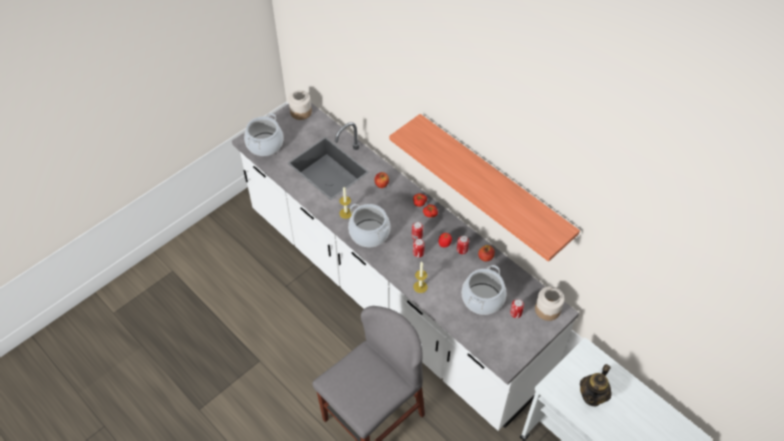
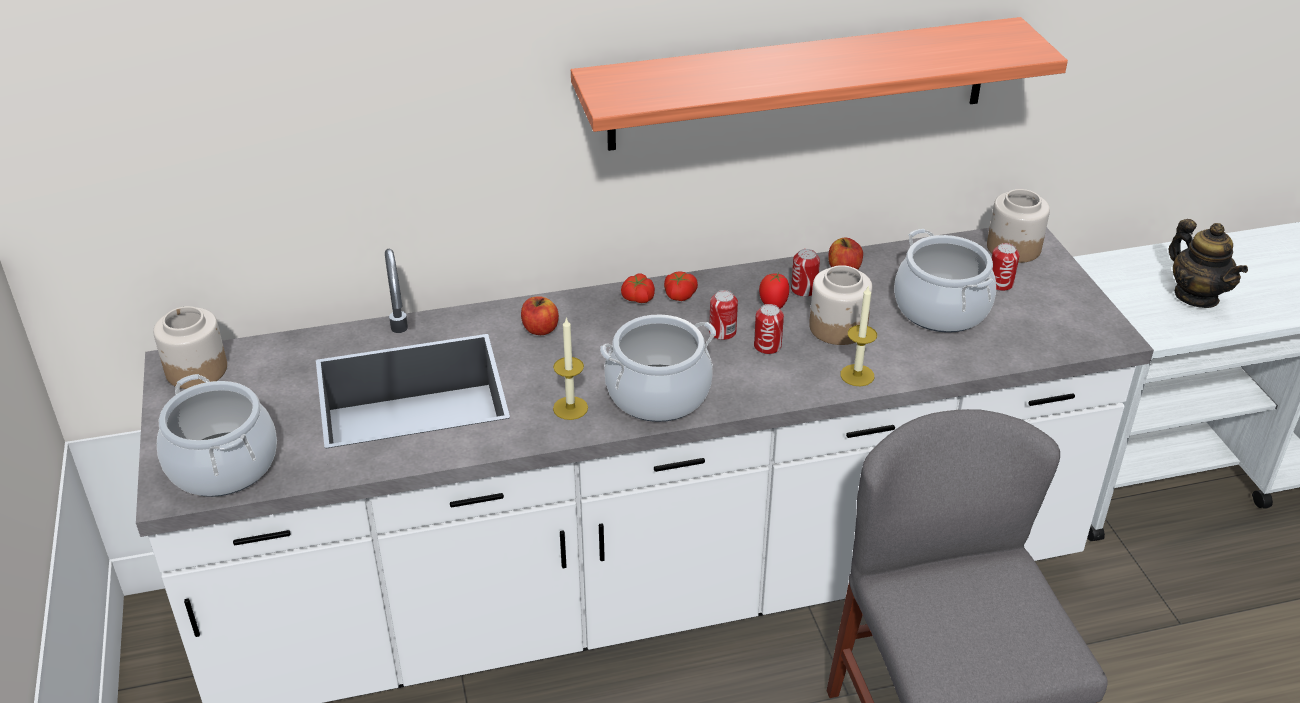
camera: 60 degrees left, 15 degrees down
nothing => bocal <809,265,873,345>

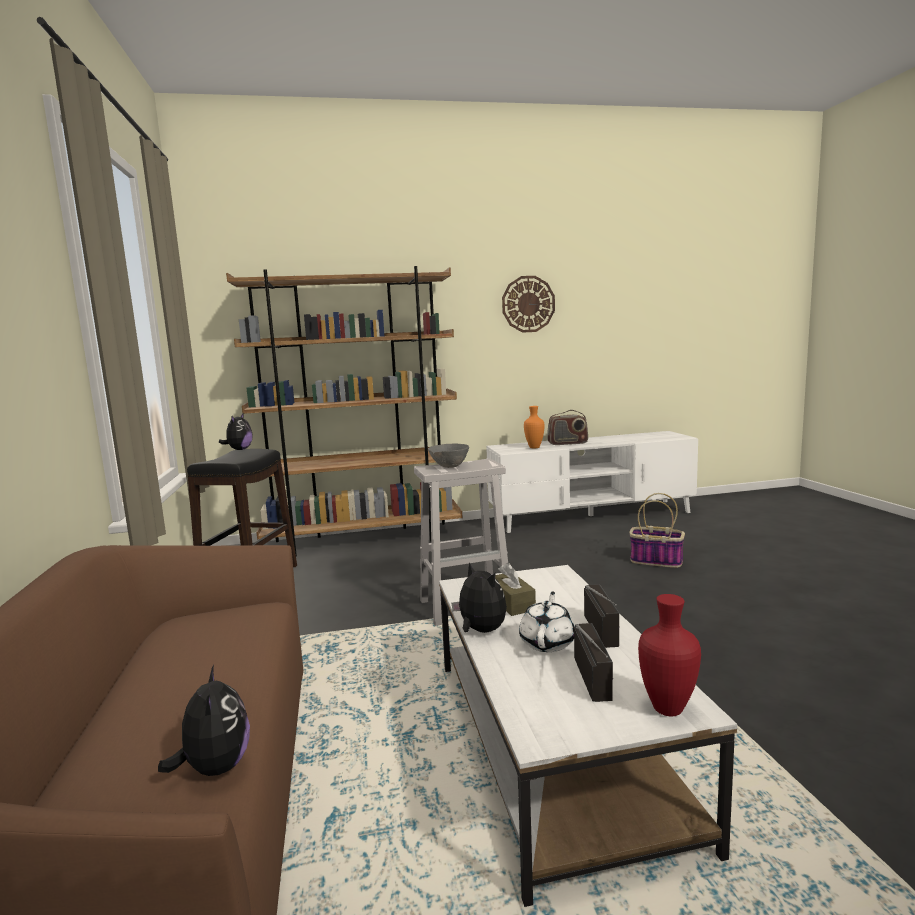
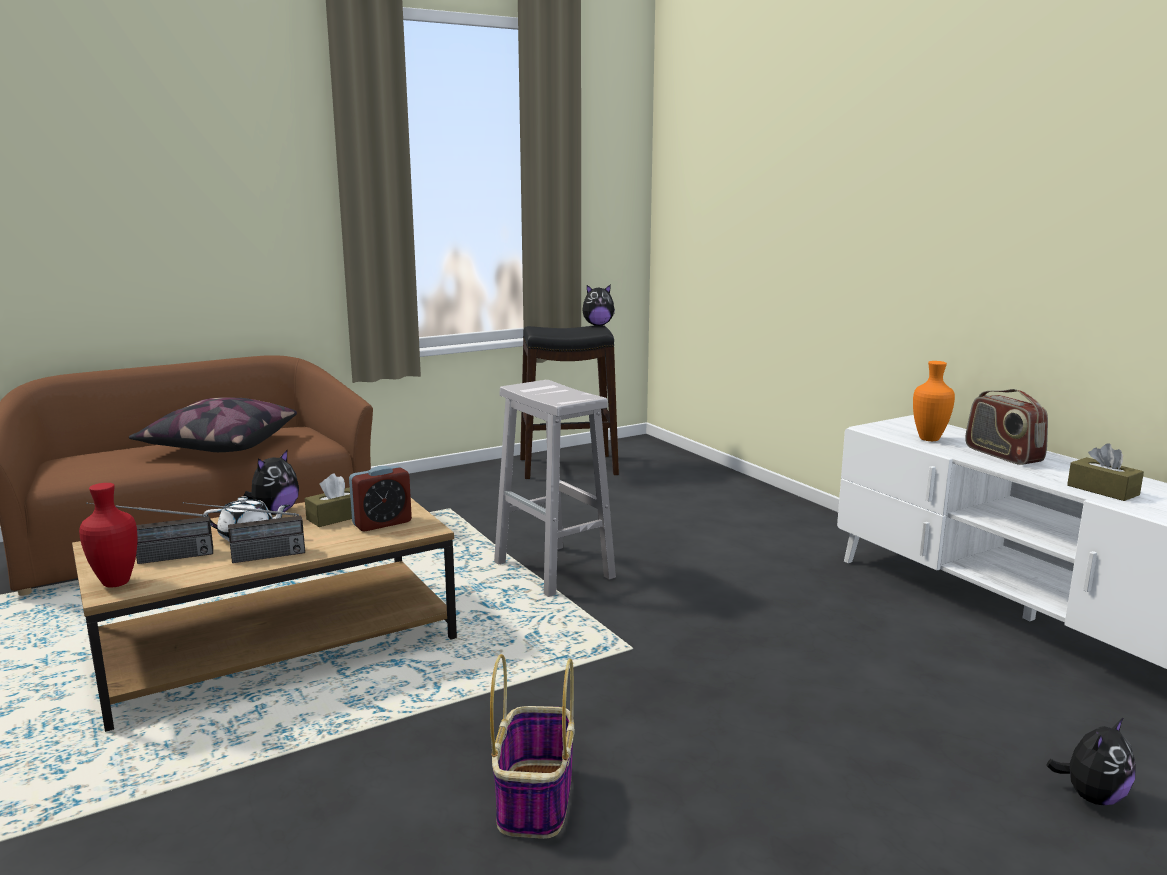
camera: 70 degrees right, 5 degrees up
bibliothèque [marron] <226,266,462,556> => nothing
horloge murale <502,276,555,333> => nothing
bol [gris] <428,444,469,468> => nothing
panier <629,493,685,568> => panier <490,654,575,839>, relocated
table basse [blanc] <439,565,737,907> => table basse [marron] <72,498,457,732>
peluche <158,665,250,776> => peluche <1046,717,1136,805>, relocated
nothing => coussin <129,397,297,452>
nothing => boîte à mouchoirs [marron] <1067,444,1144,501>
nothing => réveil <349,466,412,532>

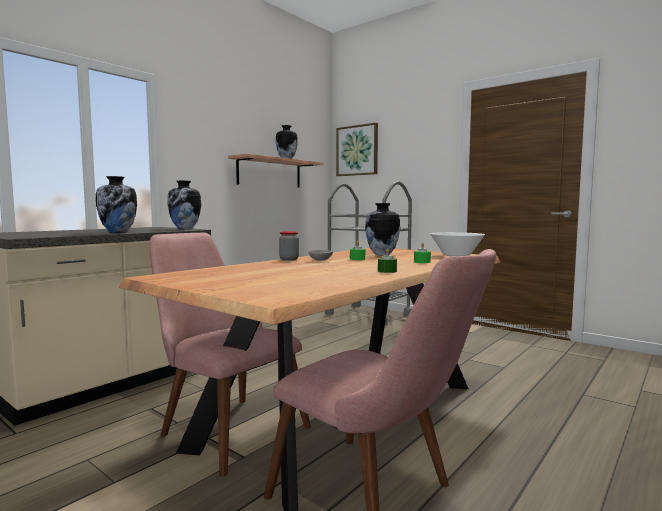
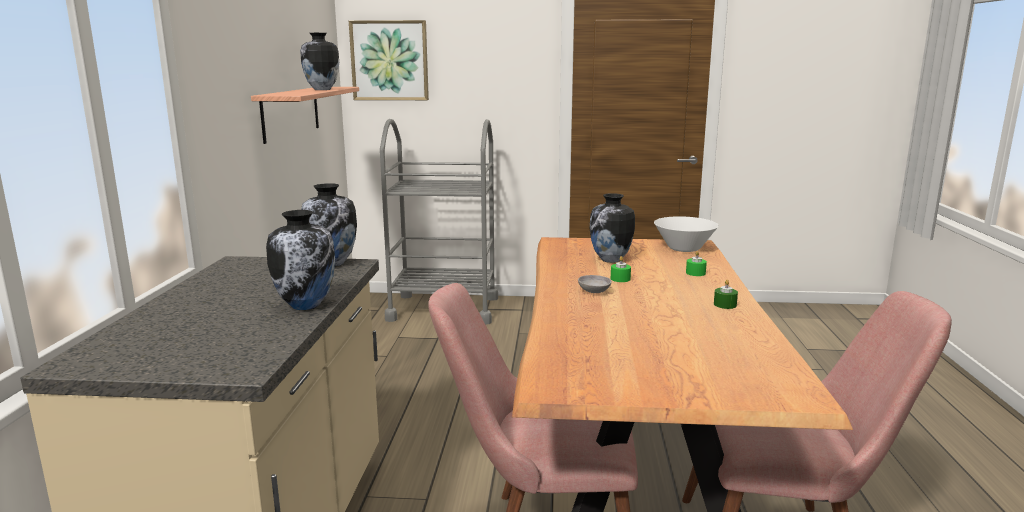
camera: 35 degrees left, 10 degrees up
bocal <279,231,299,261> => nothing

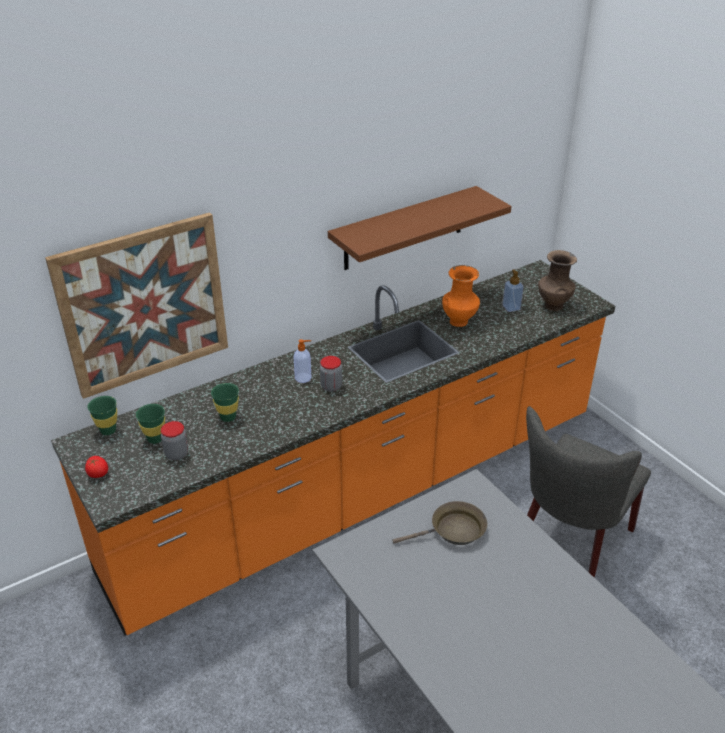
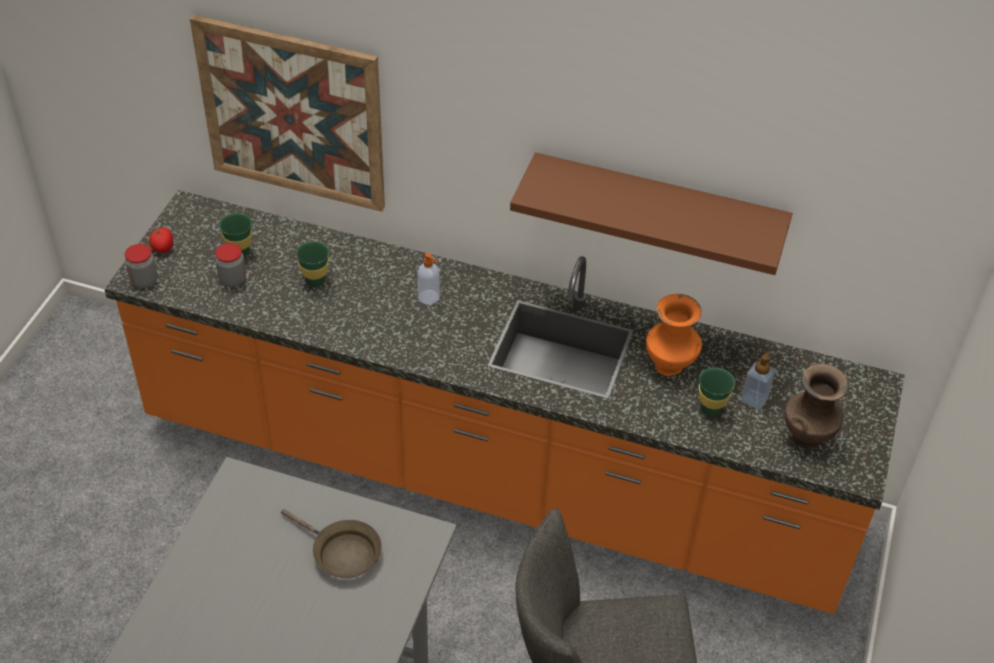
camera: 50 degrees right, 10 degrees up
bocal <320,356,342,392> => bocal <125,244,158,288>, relocated
tasse [vert] <88,396,117,435> => tasse [vert] <699,367,735,416>, relocated

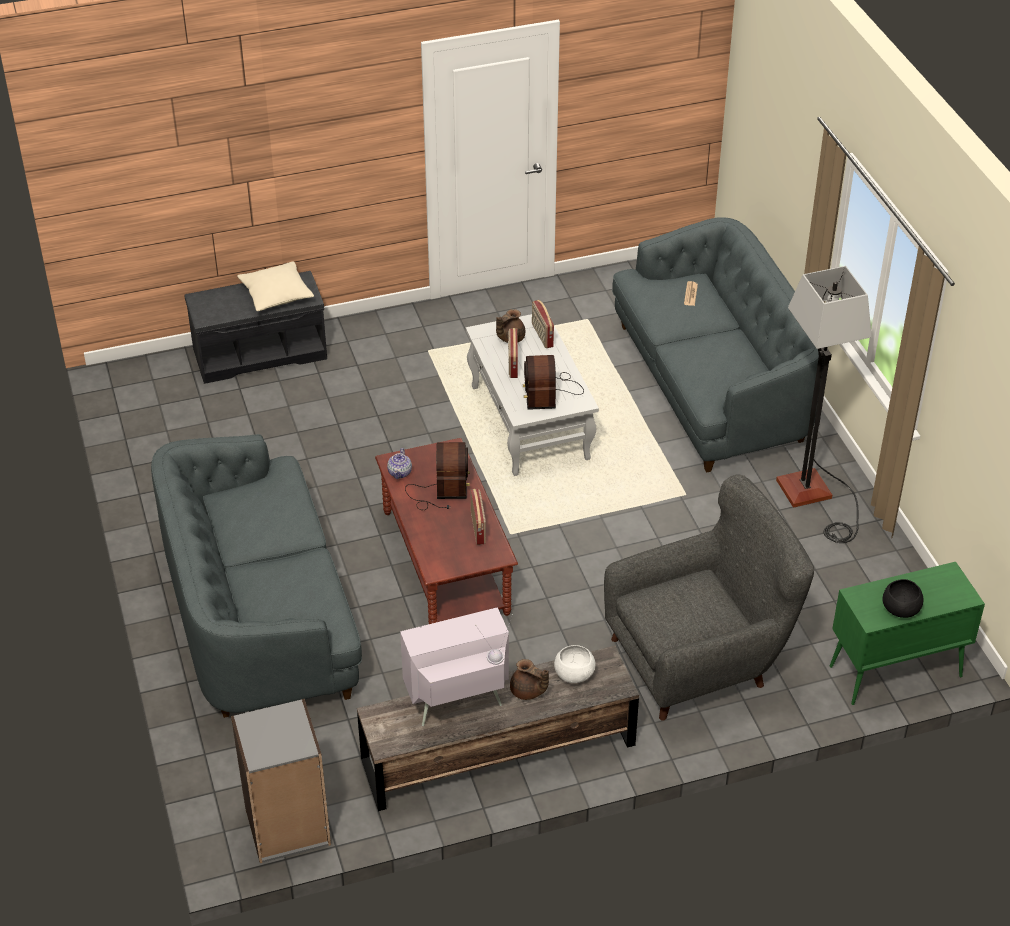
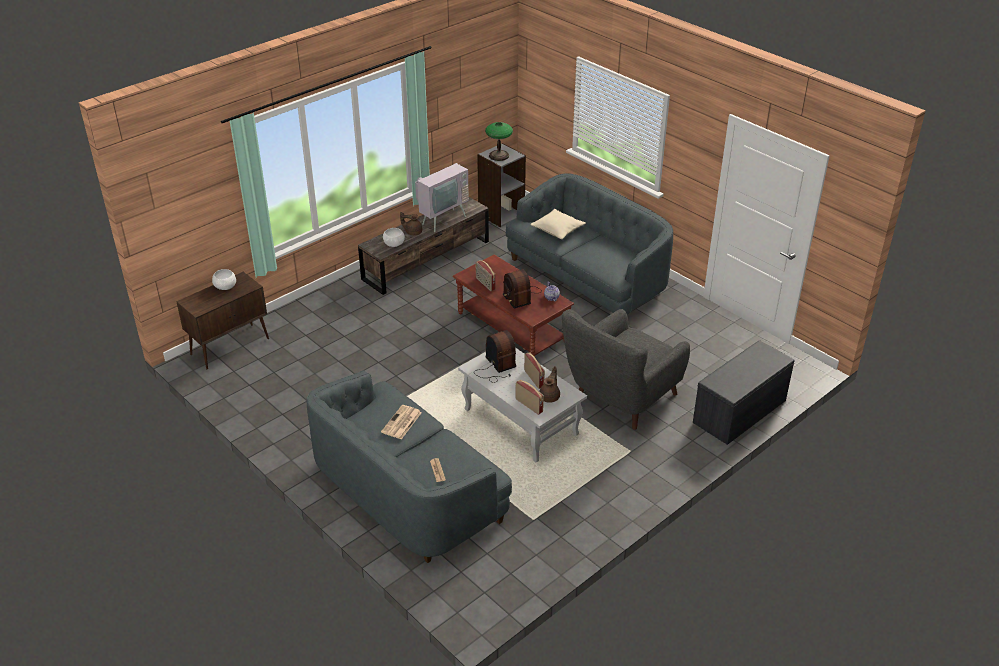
camera: 155 degrees right, 5 degrees down
coussin [beige] <237,261,314,311> => coussin [beige] <530,209,586,239>, relocated
lampadaire <776,266,872,543> => nothing
fauteuil [gris] <604,474,814,721> => fauteuil [gris] <562,309,690,430>, relocated
meuble de rangement [vert] <829,562,985,705> => meuble de rangement [marron] <176,272,269,369>
bol [noir] <883,579,924,618> => bol [blanc] <212,269,236,290>
nothing => lampe de table <485,122,513,161>
nothing => journal <381,405,422,439>

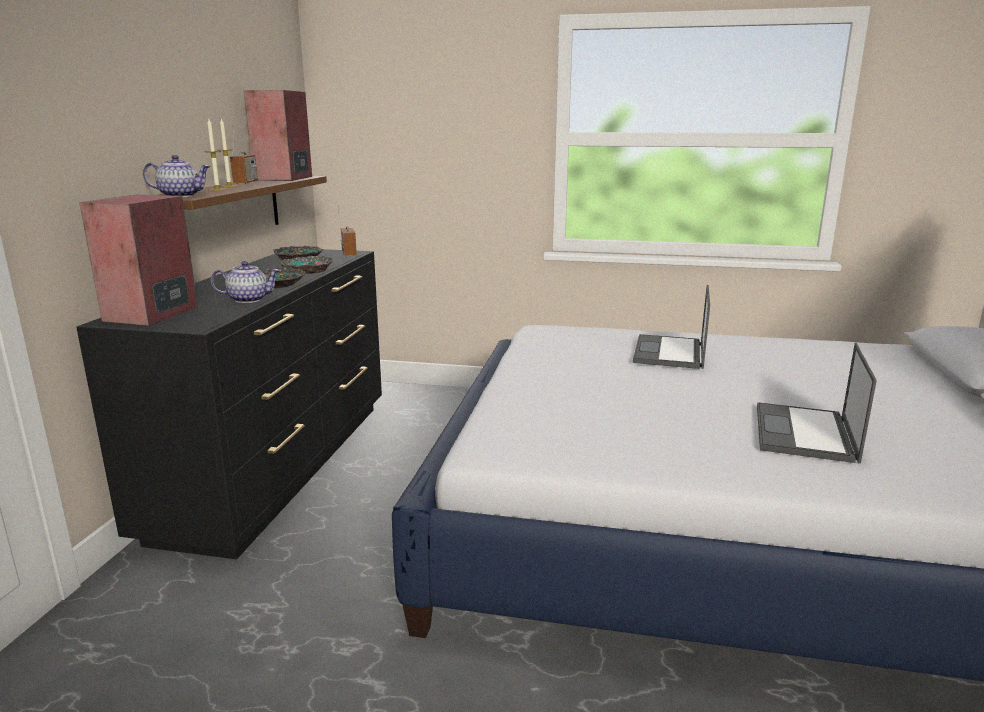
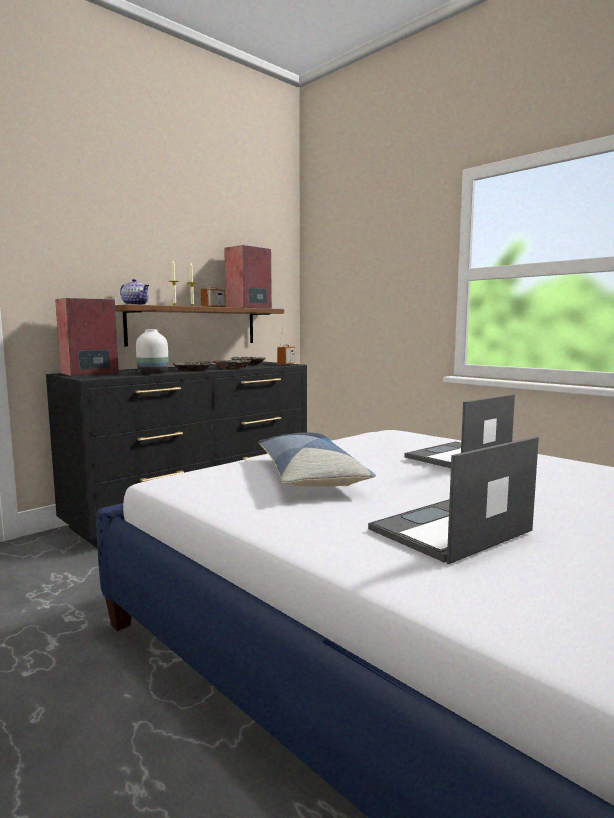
camera: 35 degrees right, 10 degrees down
théière <211,261,280,303> => vase [blanc] <136,329,169,374>
nothing => coussin <259,432,376,487>

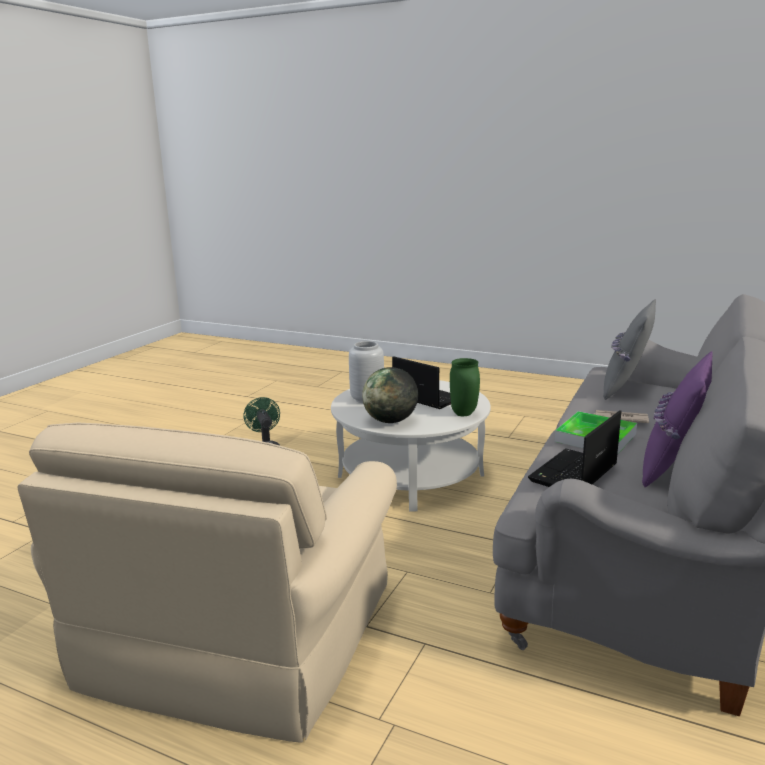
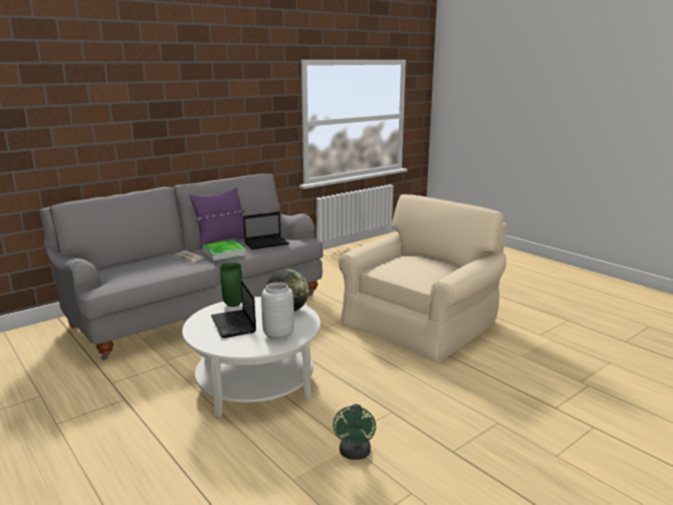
camera: 155 degrees left, 0 degrees up
coussin [gris] <603,299,656,400> => nothing

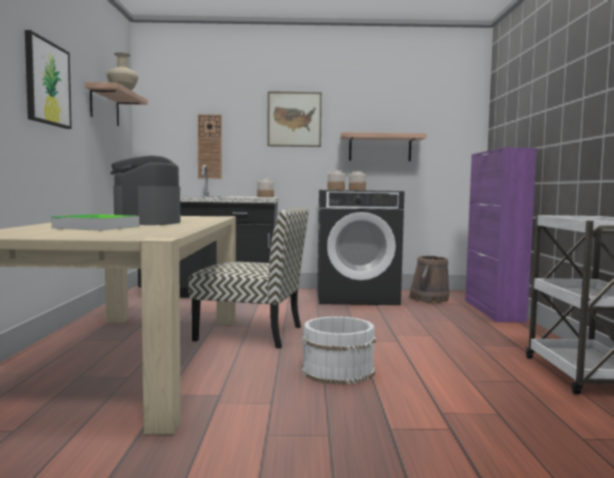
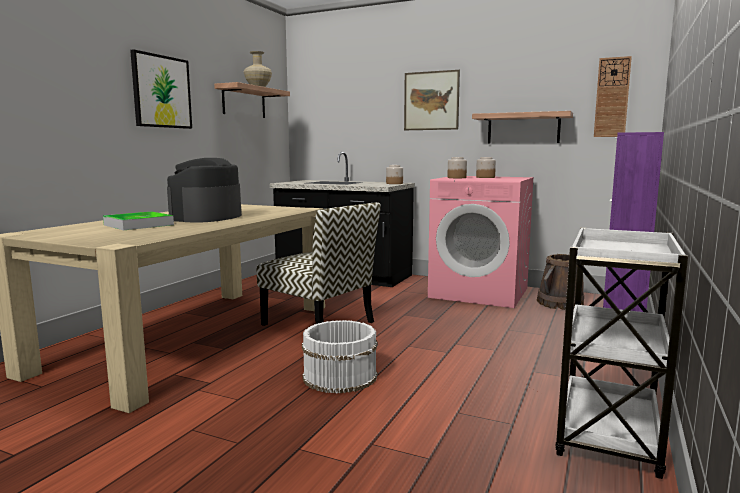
camera: 25 degrees right, 5 degrees up
horloge murale <198,114,222,179> => horloge murale <594,56,632,137>, relocated
lave-linge [noir] <317,190,404,305> => lave-linge [rose] <428,176,534,308>

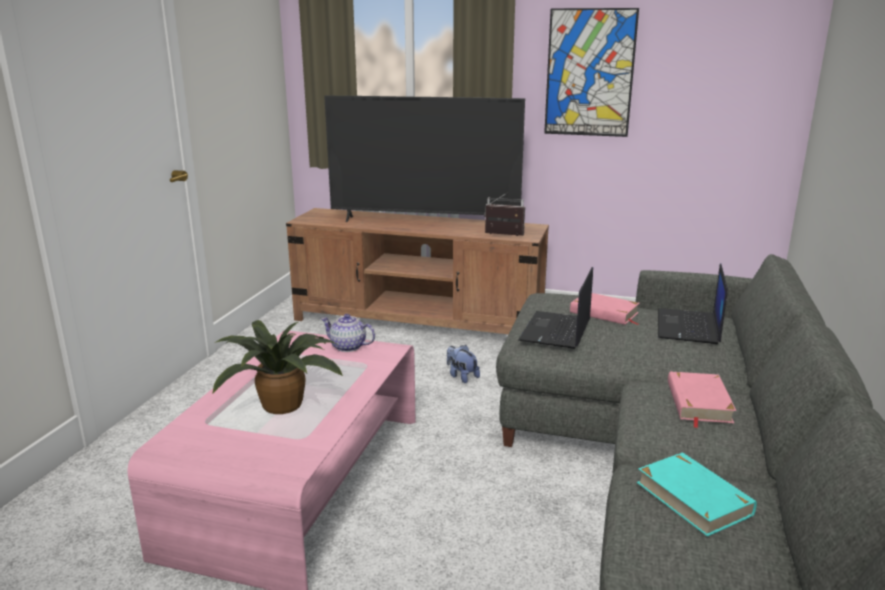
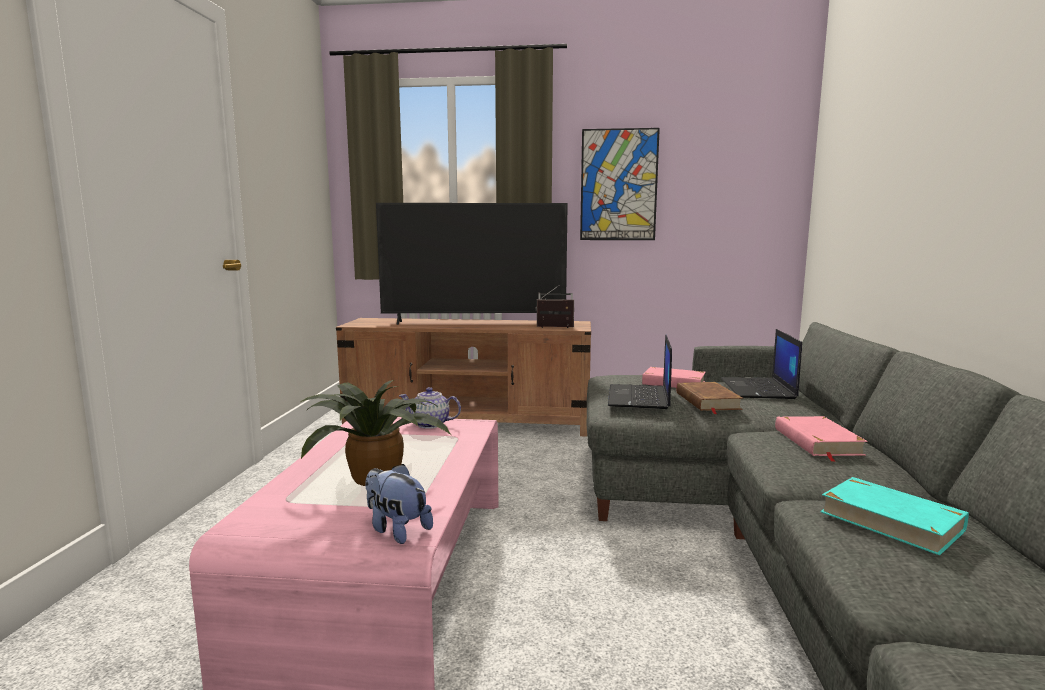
camera: 10 degrees left, 10 degrees down
peluche <447,345,480,383> => peluche <365,464,433,544>, relocated
nothing => livre [marron] <677,382,743,414>

